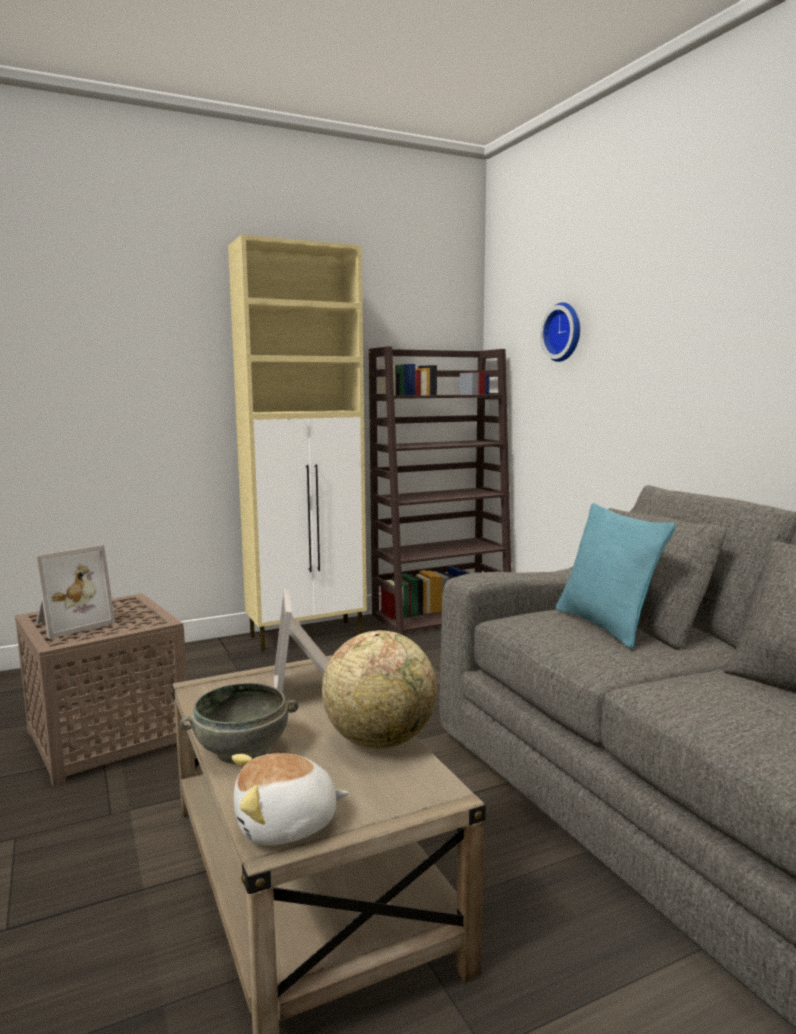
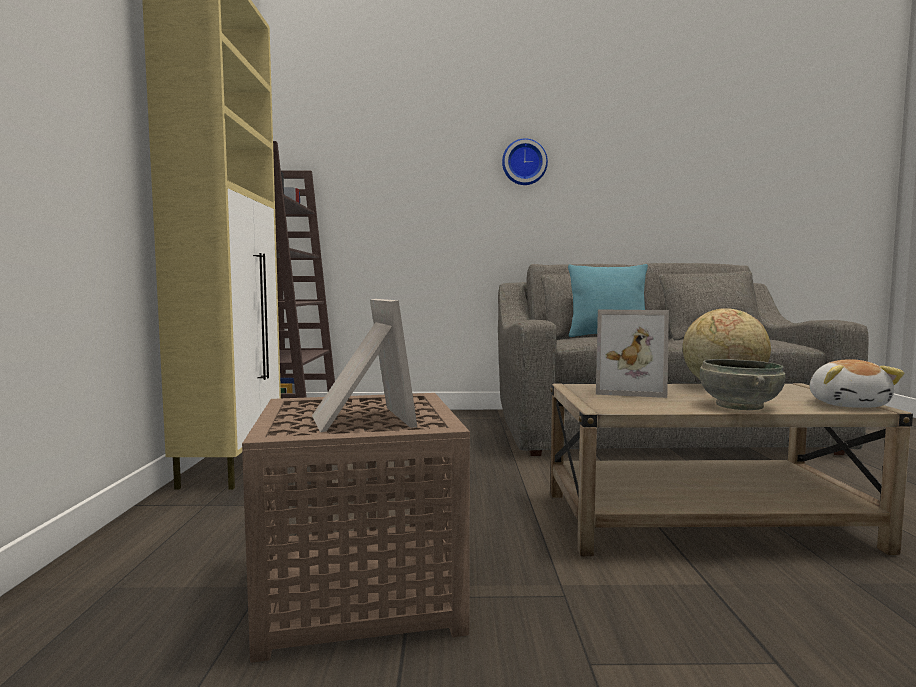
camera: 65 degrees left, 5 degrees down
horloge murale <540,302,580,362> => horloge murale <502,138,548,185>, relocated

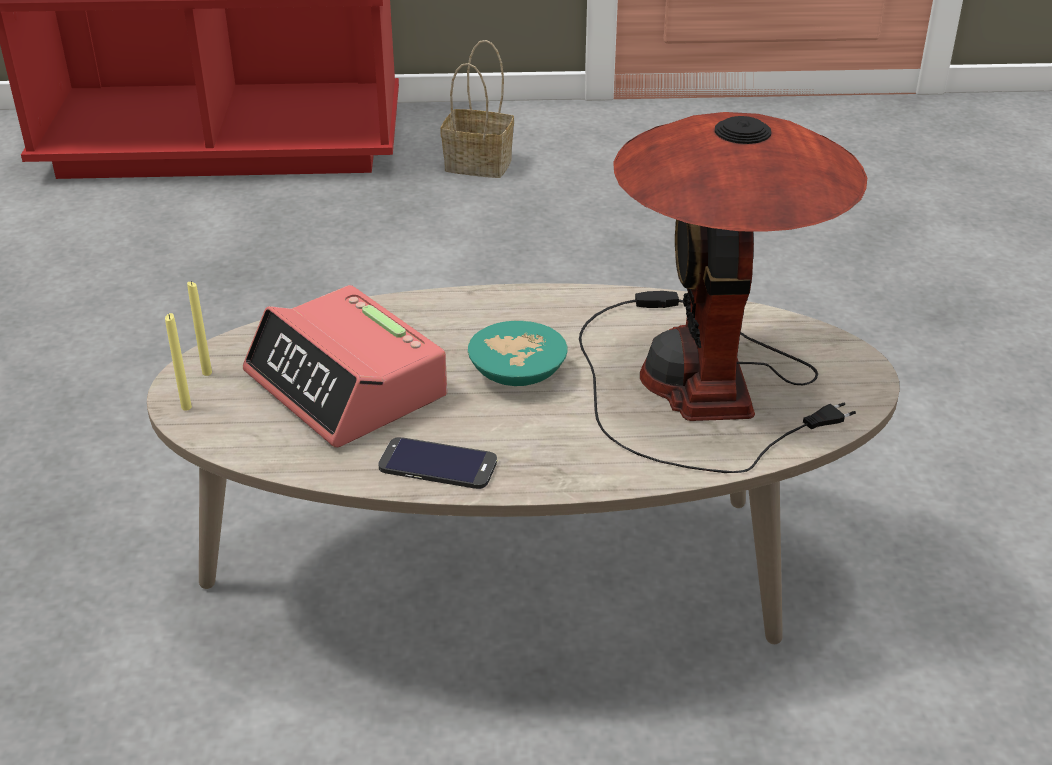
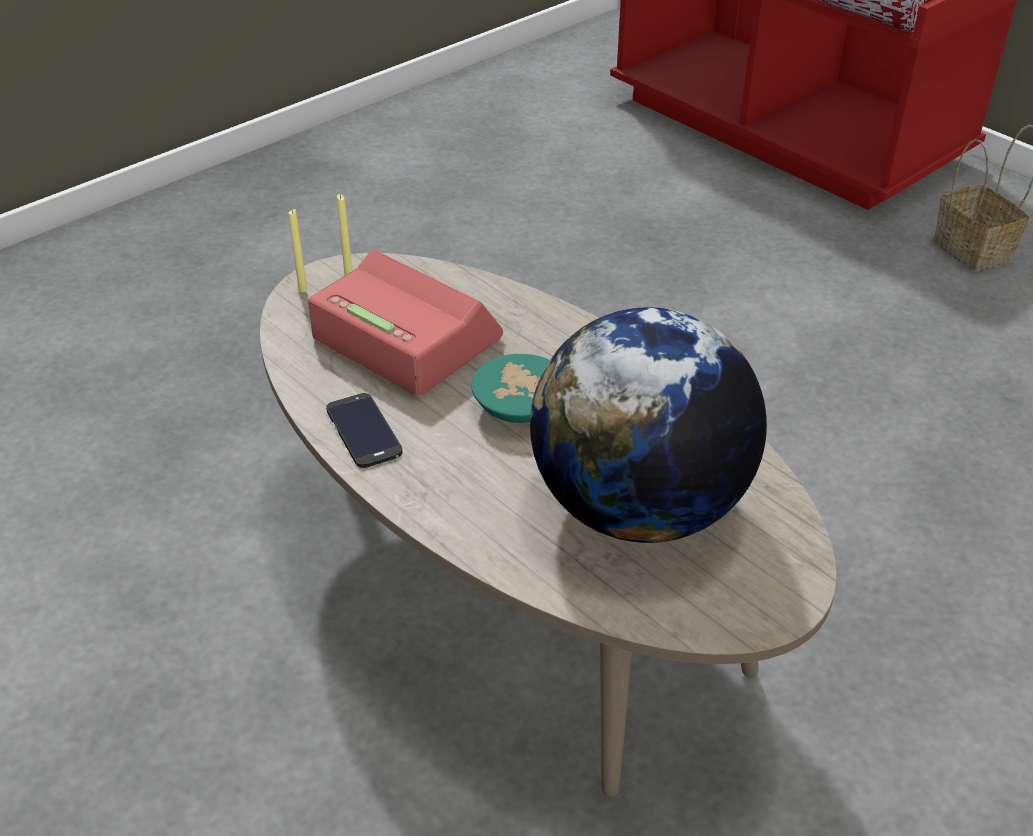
camera: 50 degrees right, 5 degrees up
lampe de table <579,112,867,473> => globe <530,307,767,543>
réveil <243,285,447,448> => réveil <308,249,503,396>, 120 degrees clockwise

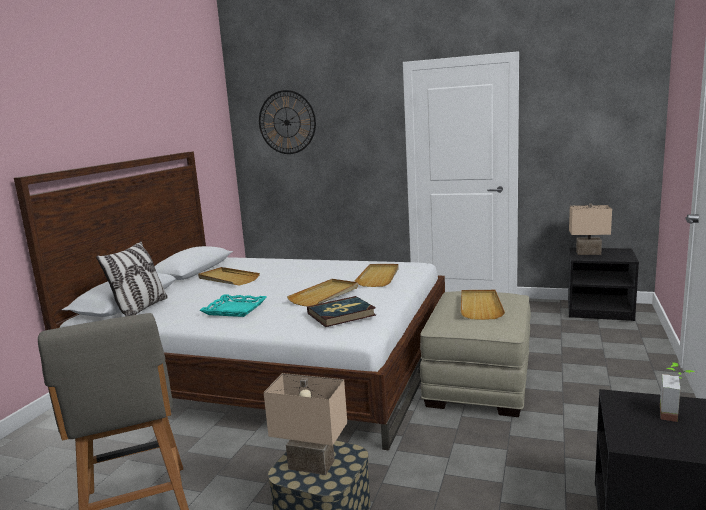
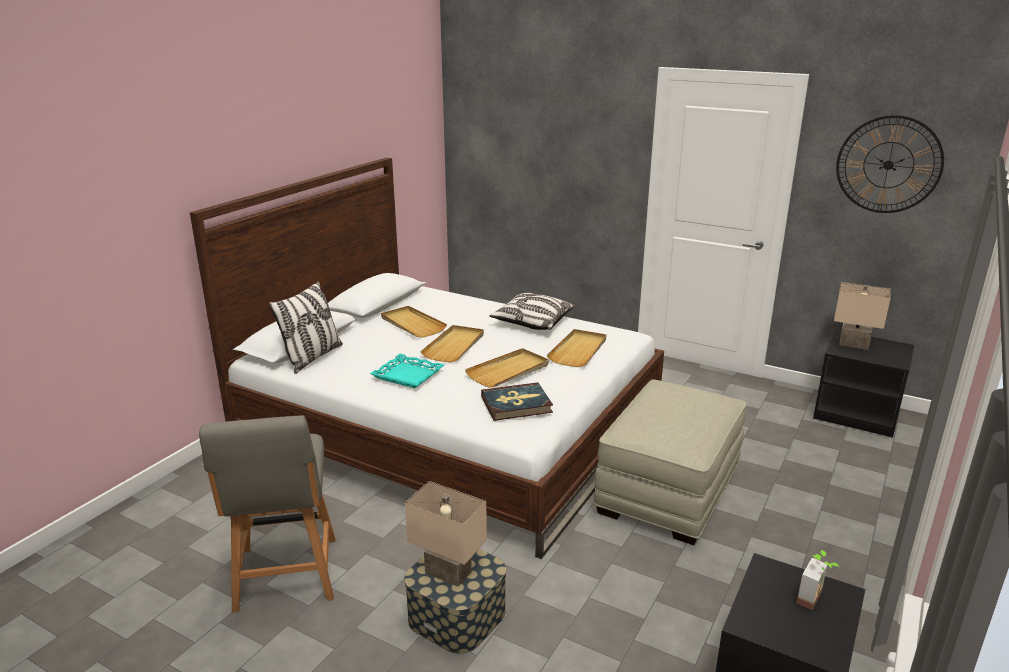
camera: 10 degrees right, 10 degrees up
horloge murale <259,90,316,154> => horloge murale <836,115,944,213>, relocated
plateau [beige] <461,290,505,320> => plateau [beige] <420,325,484,362>, relocated
nothing => coussin <489,293,574,330>

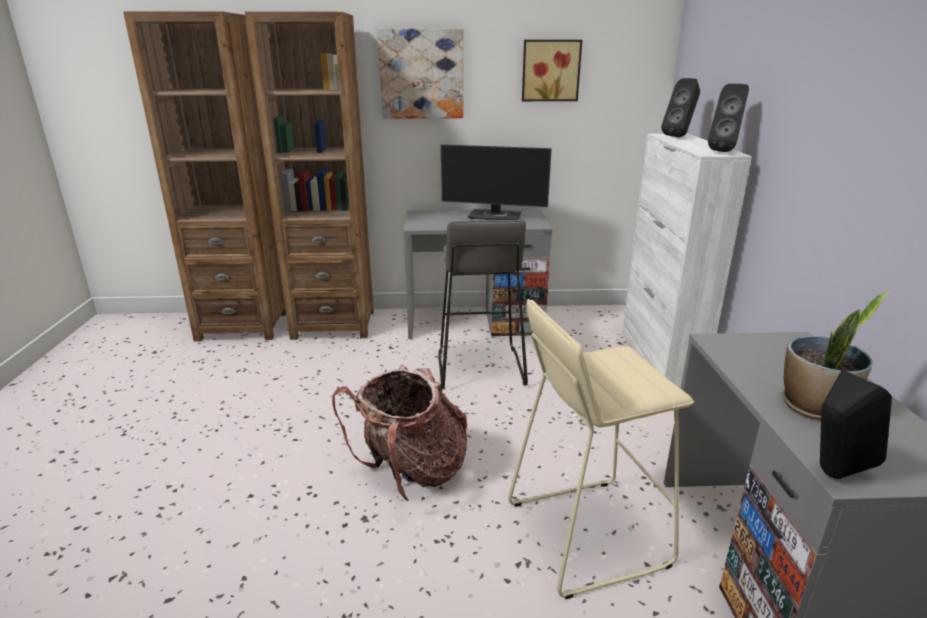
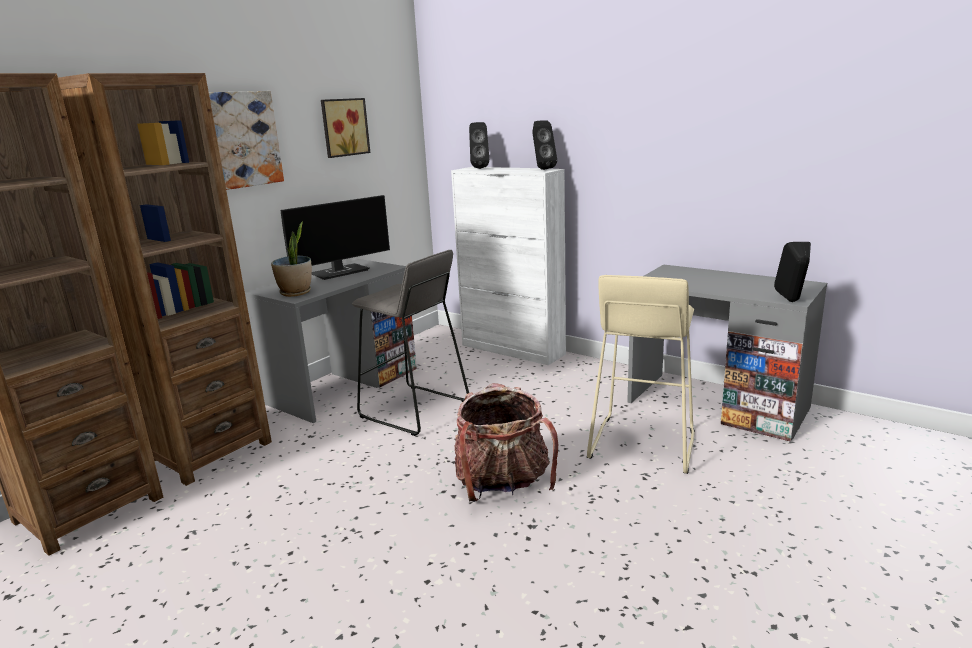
camera: 50 degrees left, 5 degrees down
plante en pot <782,290,890,420> => plante en pot <271,221,312,297>, relocated

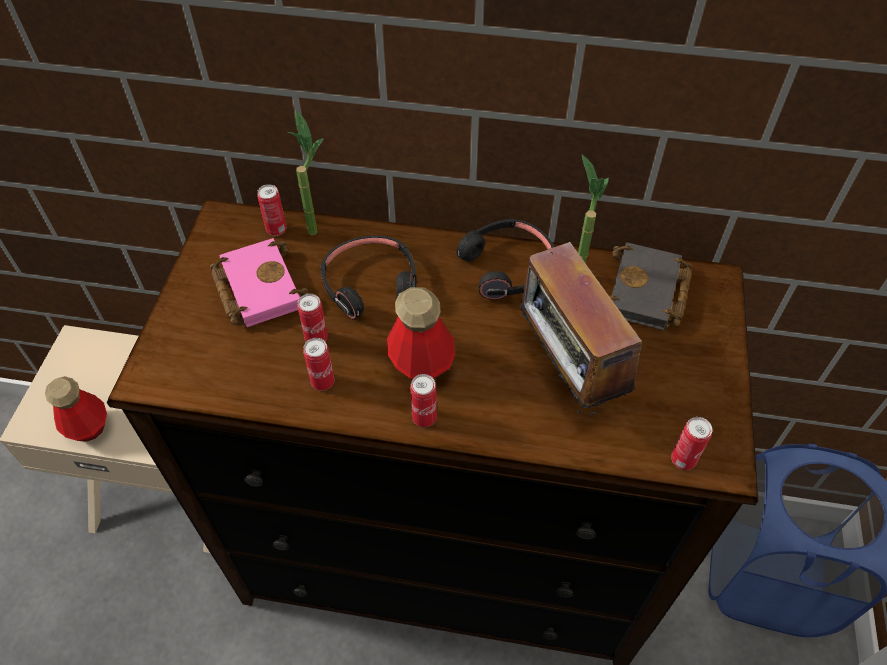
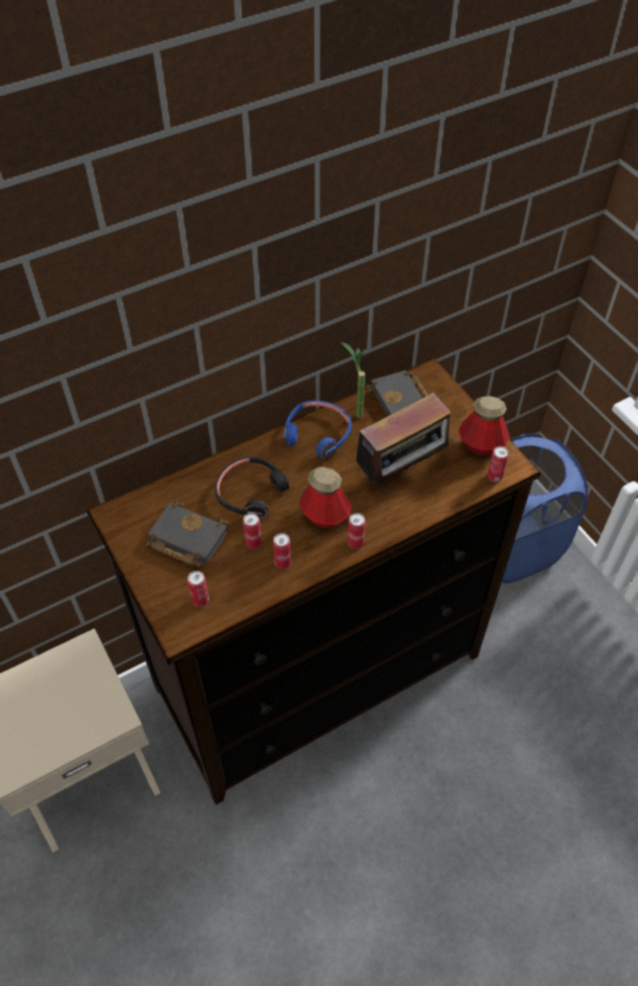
camera: 40 degrees left, 0 degrees up
plante en pot <288,110,324,236> => nothing
boîte métallique <257,184,287,236> => boîte métallique <188,571,209,607>, relocated
casque audio [noir] <456,219,554,300> => casque audio [bleu] <283,401,352,459>
livre [rose] <210,238,309,327> => livre [noir] <147,501,228,568>
radio <519,242,642,418> => radio <348,393,454,483>, 60 degrees counterclockwise
bouteille <45,376,107,442> => bouteille <459,396,510,456>, relocated

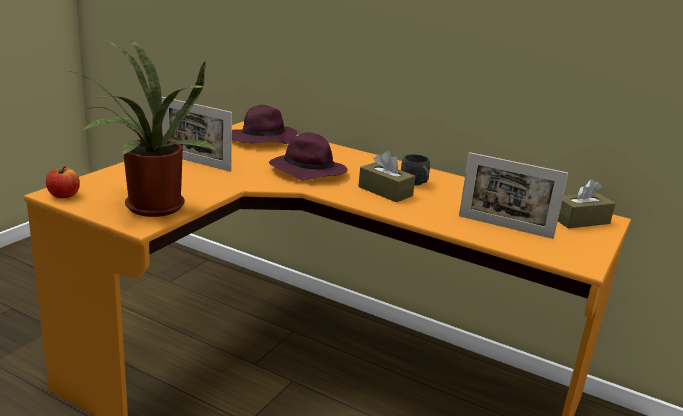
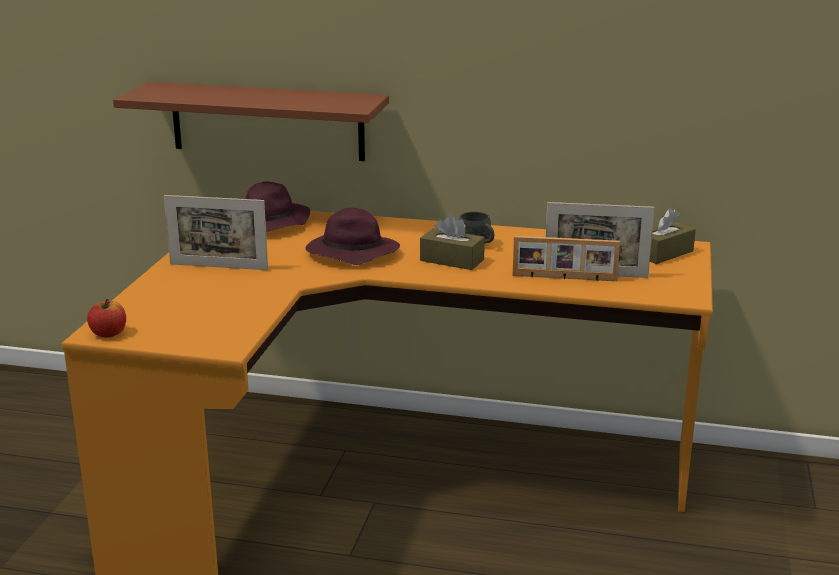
camera: 15 degrees left, 0 degrees up
plante en pot <70,36,217,217> => nothing
nothing => étagère [marron] <113,82,389,161>
nothing => cadre photo <513,236,620,281>

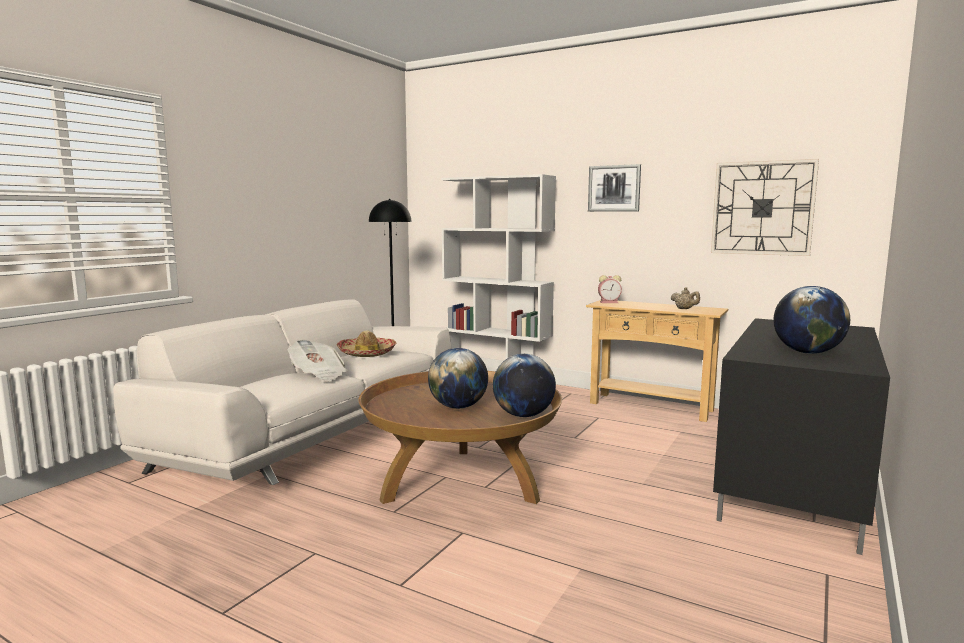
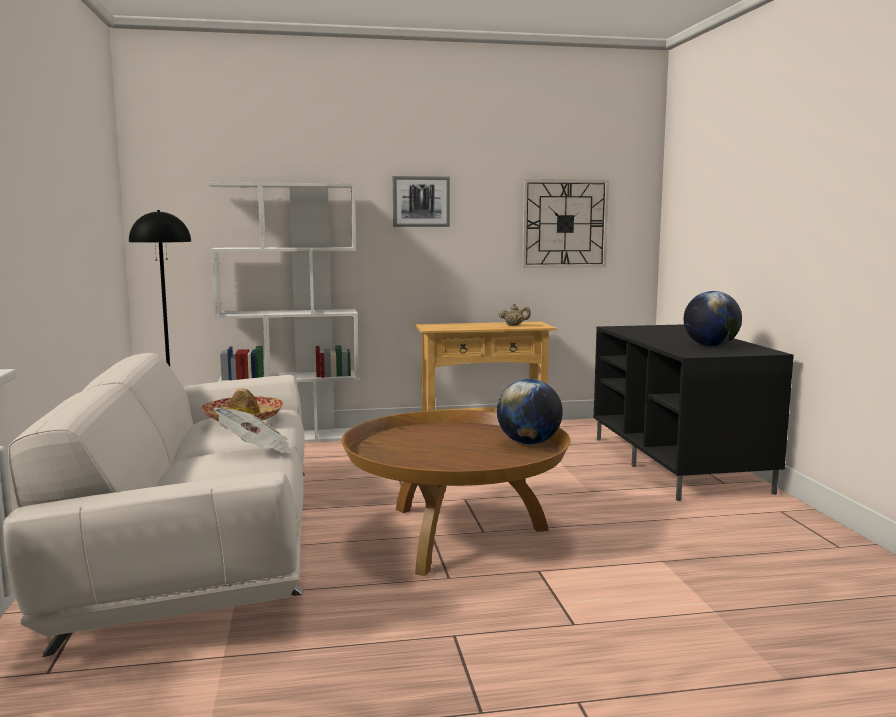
camera: 40 degrees left, 0 degrees up
réveil <598,275,622,303> => nothing
globe <428,348,488,409> => nothing

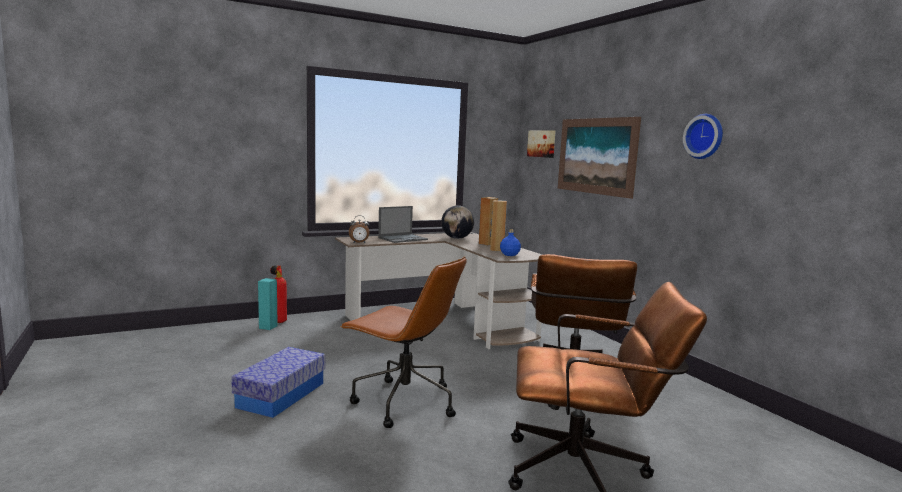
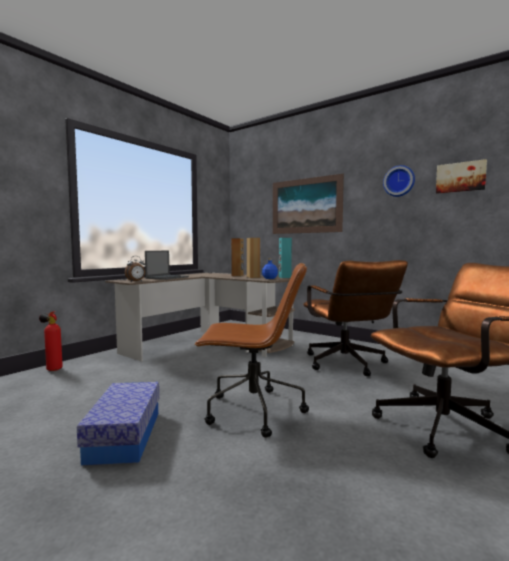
camera: 25 degrees left, 5 degrees down
tableau <527,130,556,158> => tableau <436,159,487,193>, relocated
globe <441,205,474,239> => nothing
enceinte [turquoise] <258,278,278,330> => enceinte [turquoise] <279,238,292,278>, relocated

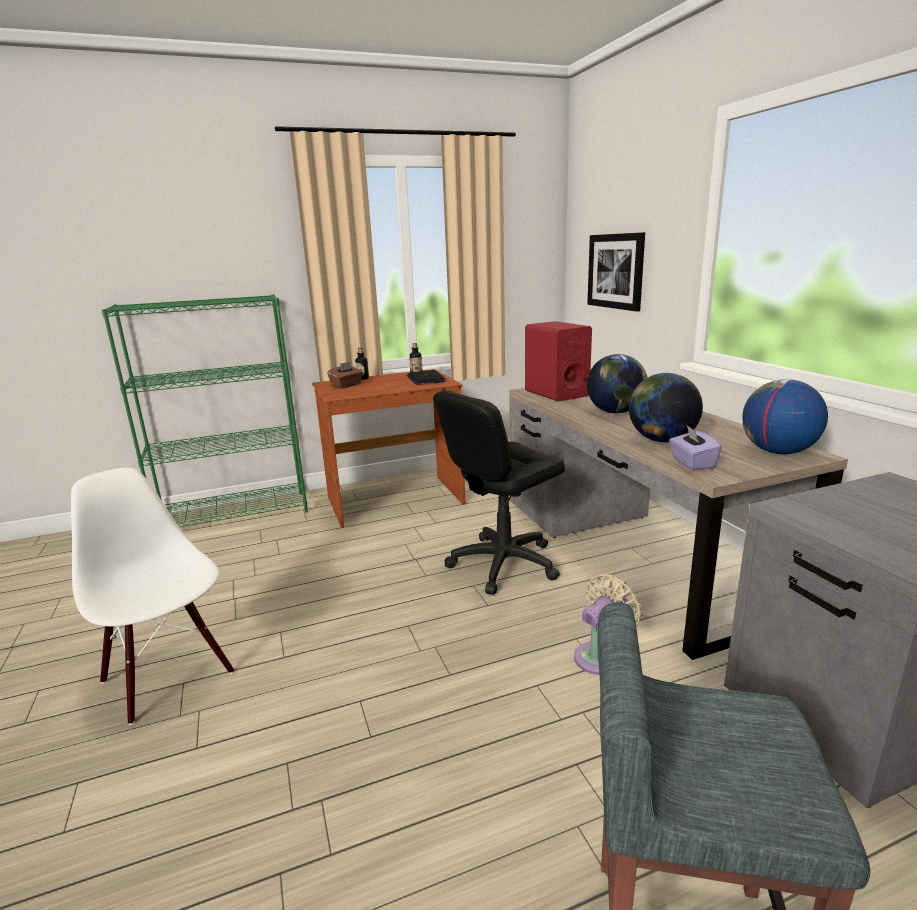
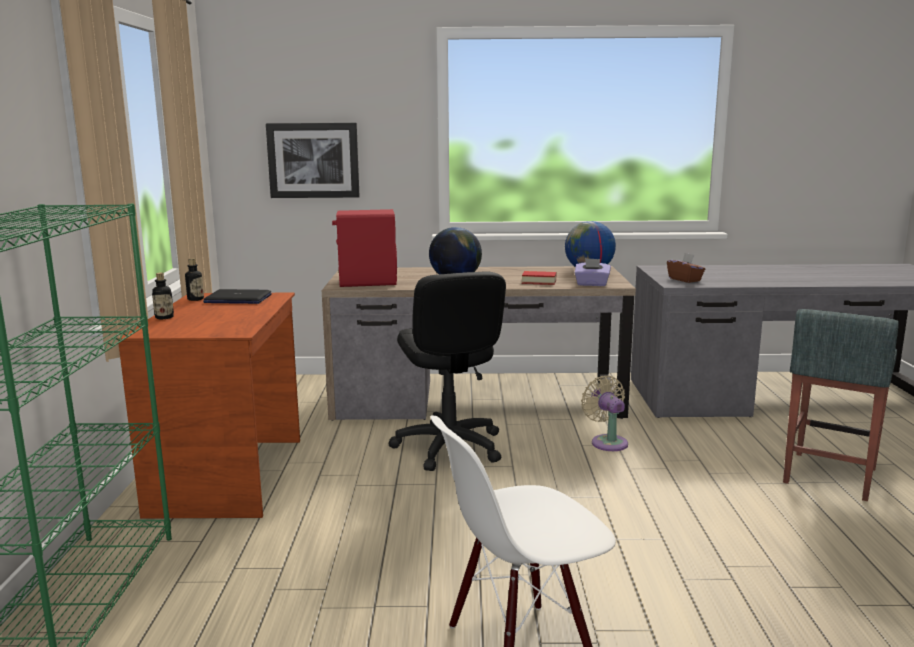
camera: 70 degrees left, 5 degrees down
boîte à mouchoirs [marron] <327,361,363,389> => boîte à mouchoirs [marron] <667,253,705,283>, relocated
globe <629,373,703,442> => livre <522,271,556,285>

